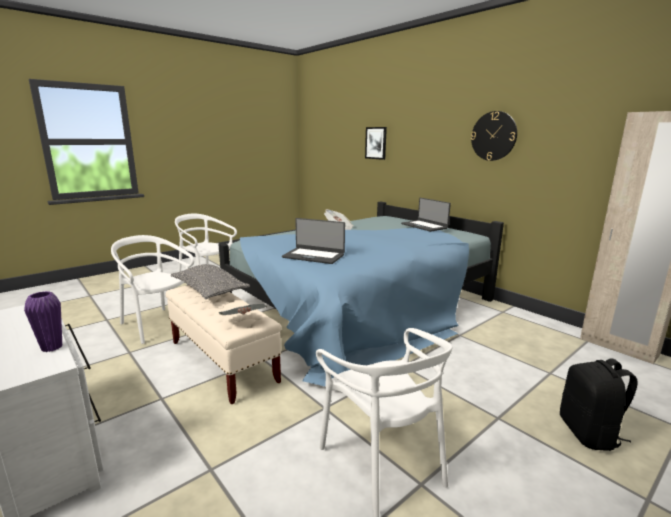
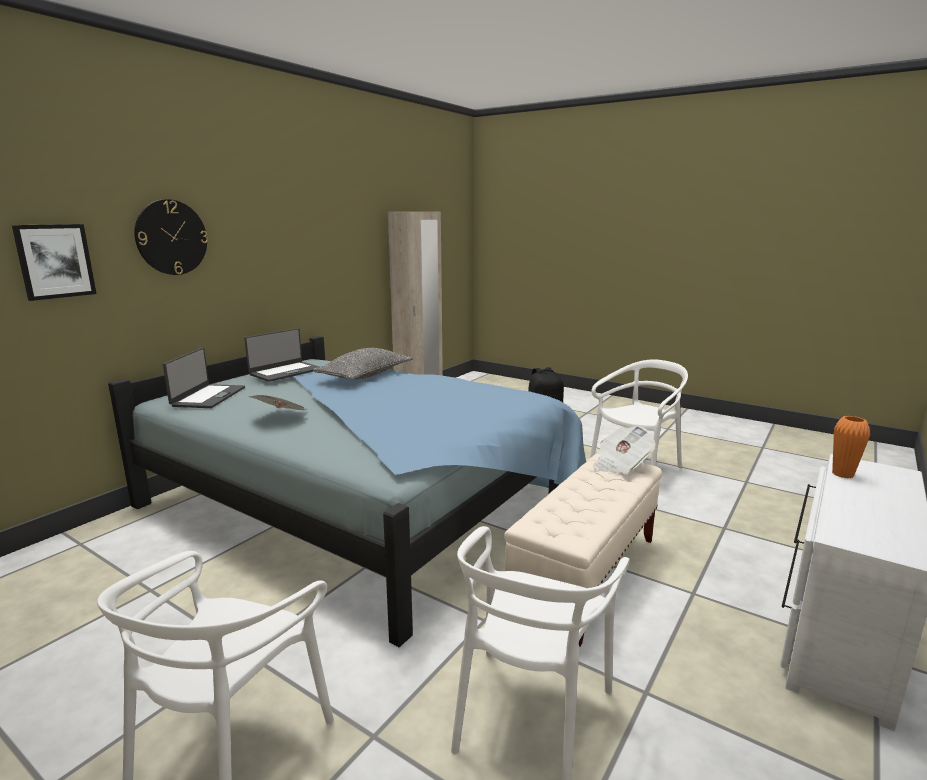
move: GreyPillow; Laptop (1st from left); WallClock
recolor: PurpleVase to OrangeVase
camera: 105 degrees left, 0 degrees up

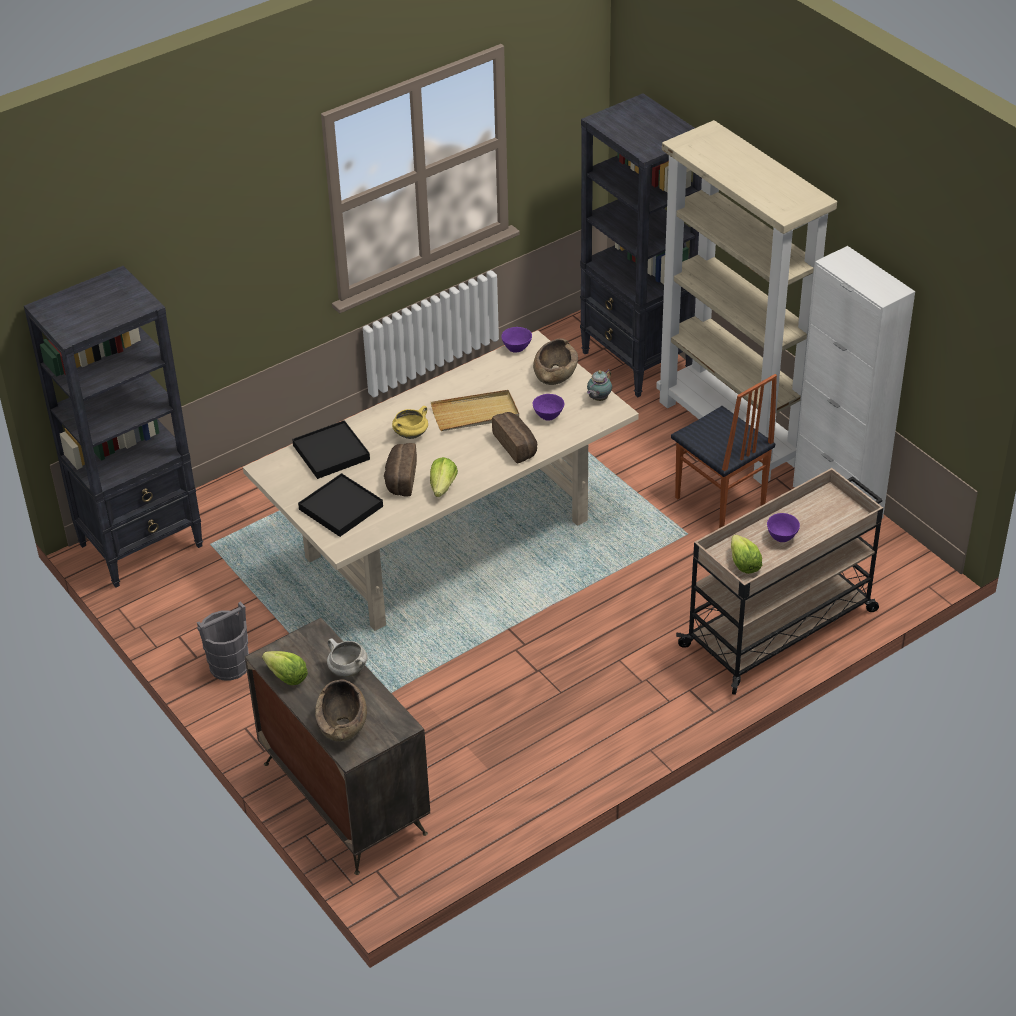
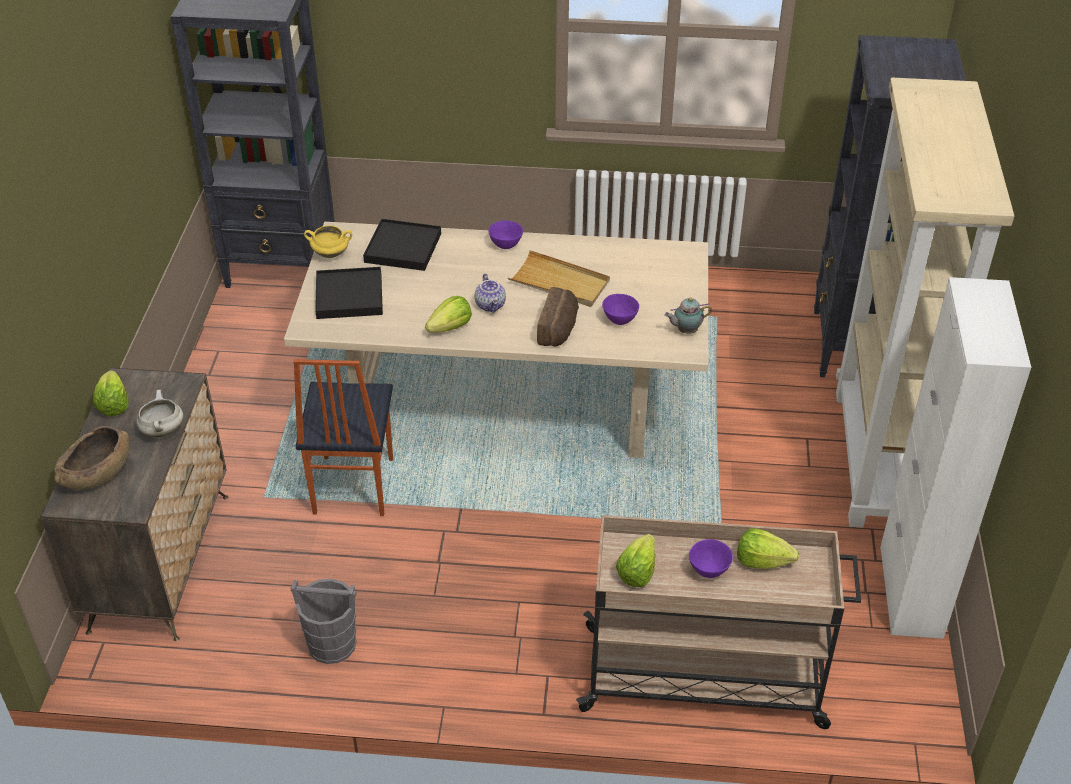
delete: Bread (1st from left); BrownBowl (2nd from left)
insert: Teapot (1st from left); Lettuce (4th from left)
move: GreyBucket; YellowCookingPot; PurpleBowl (1st from left); Chair
camera: 40 degrees right, 0 degrees up

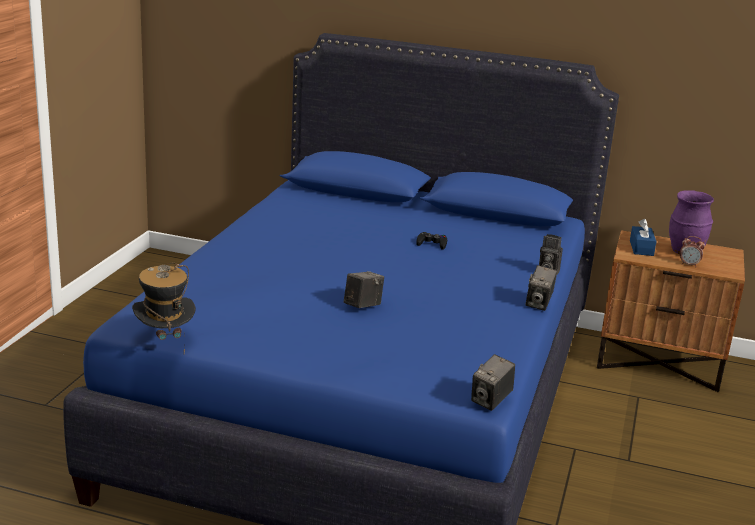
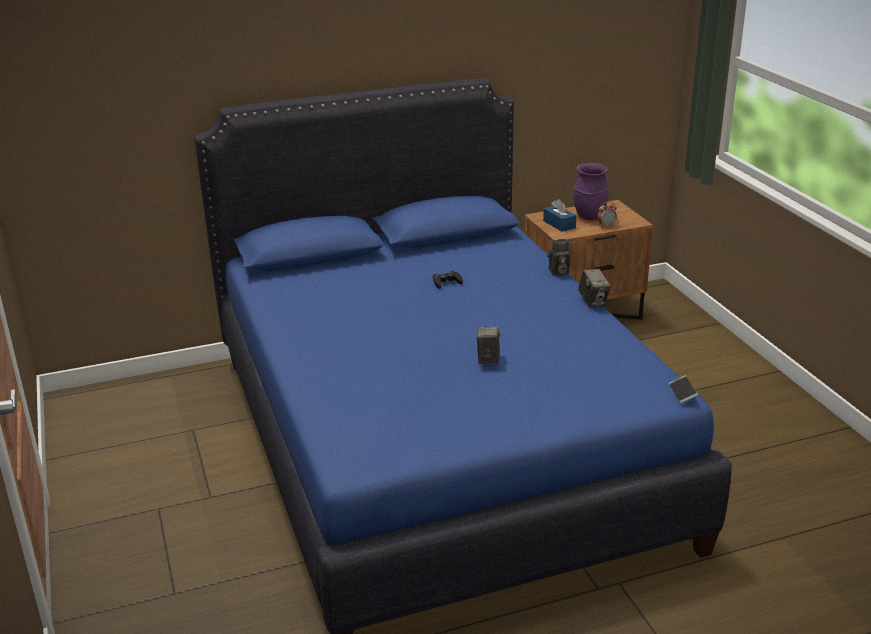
delete: Hat
replace: PhotoCamera (2nd from left) to Phone
camera: 35 degrees left, 5 degrees up

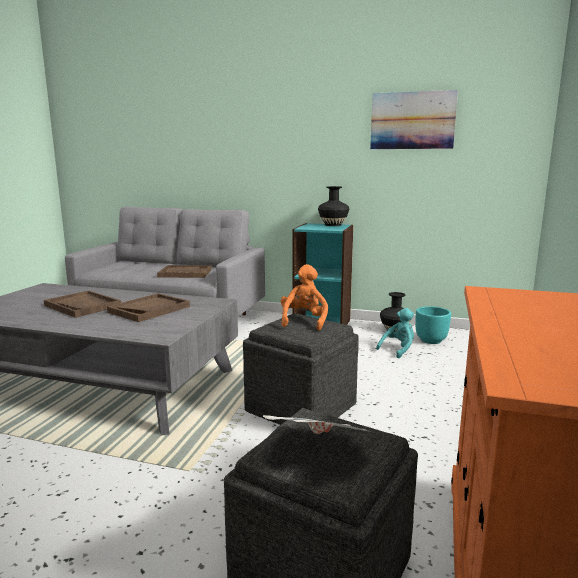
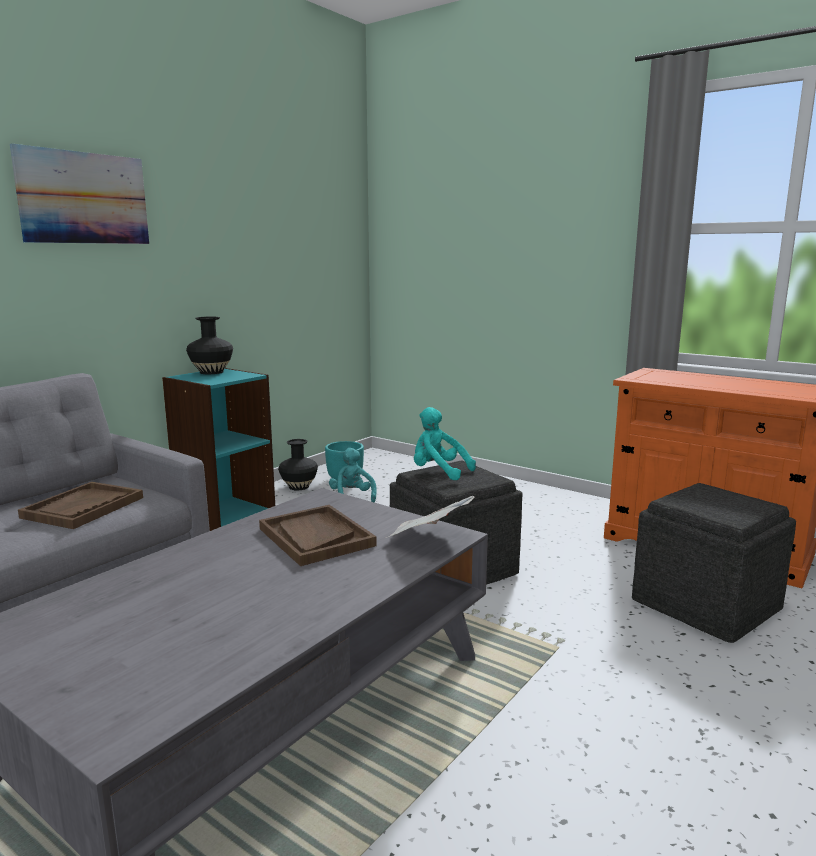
delete: BrownTray (1st from left)
move: Newspaper; Picture
recolor: OrangePlushToy to TurquoisePlushToy (2nd from left)
camera: 70 degrees left, 0 degrees up

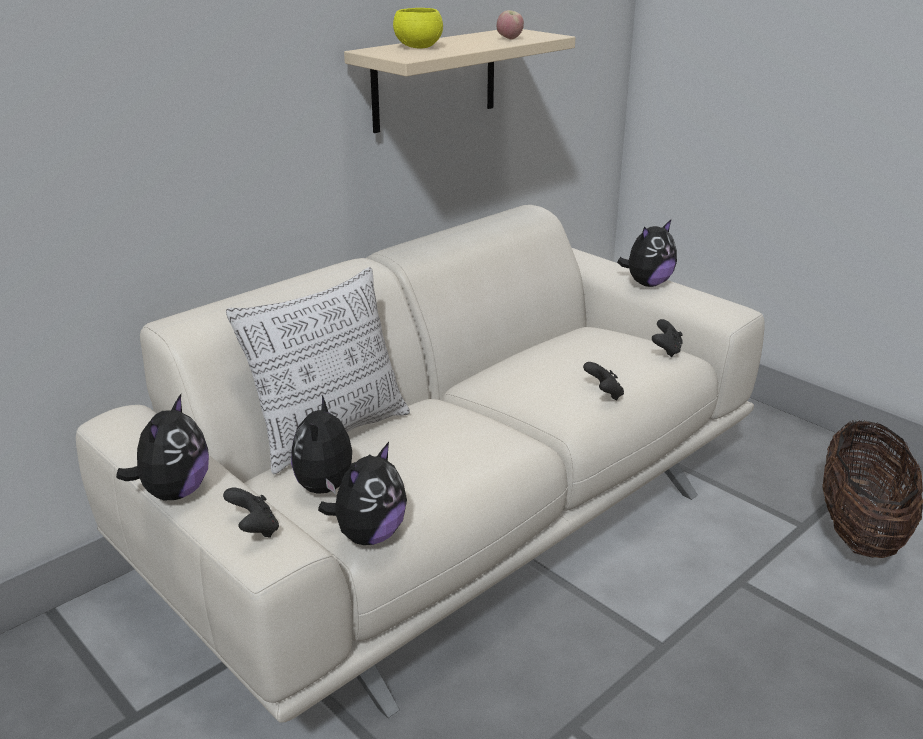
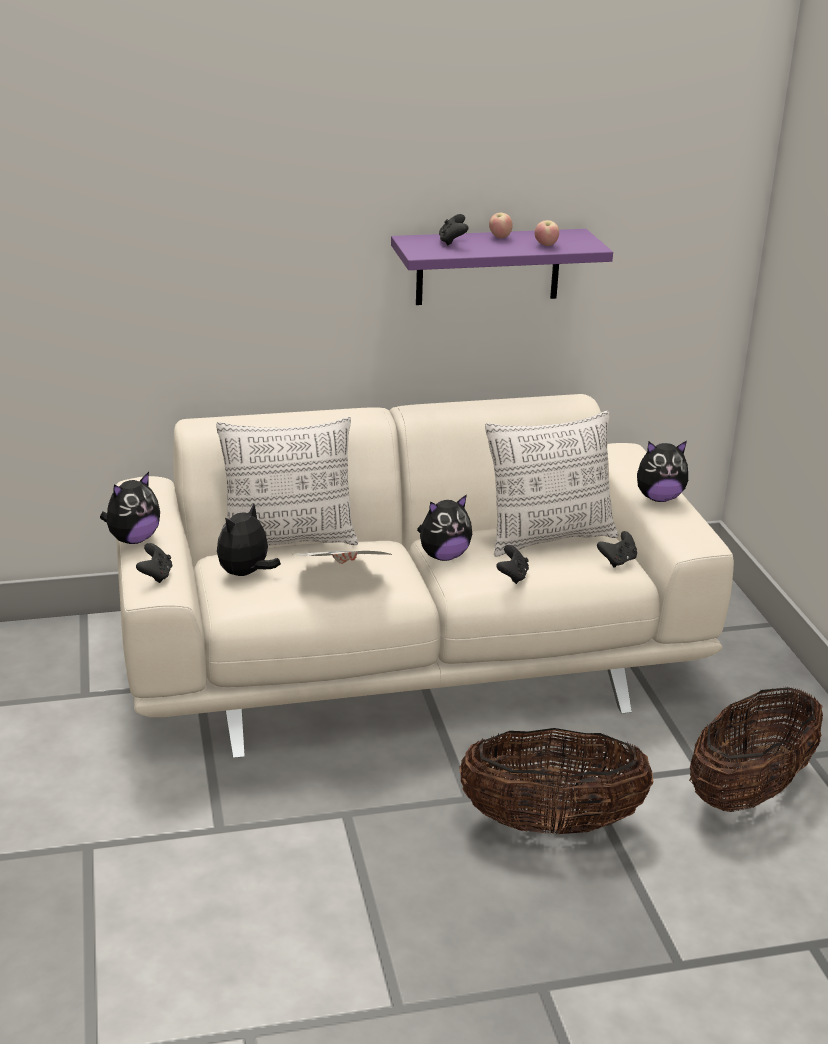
insert: Newspaper; Basket (1st from left); Pillow (2nd from left); Apple (1st from left)
move: PlushToy (3rd from left)
replace: YellowBowl to BlackGameController (2nd from left)
recolor: BeigeShelf to PurpleShelf
camera: 30 degrees right, 0 degrees up

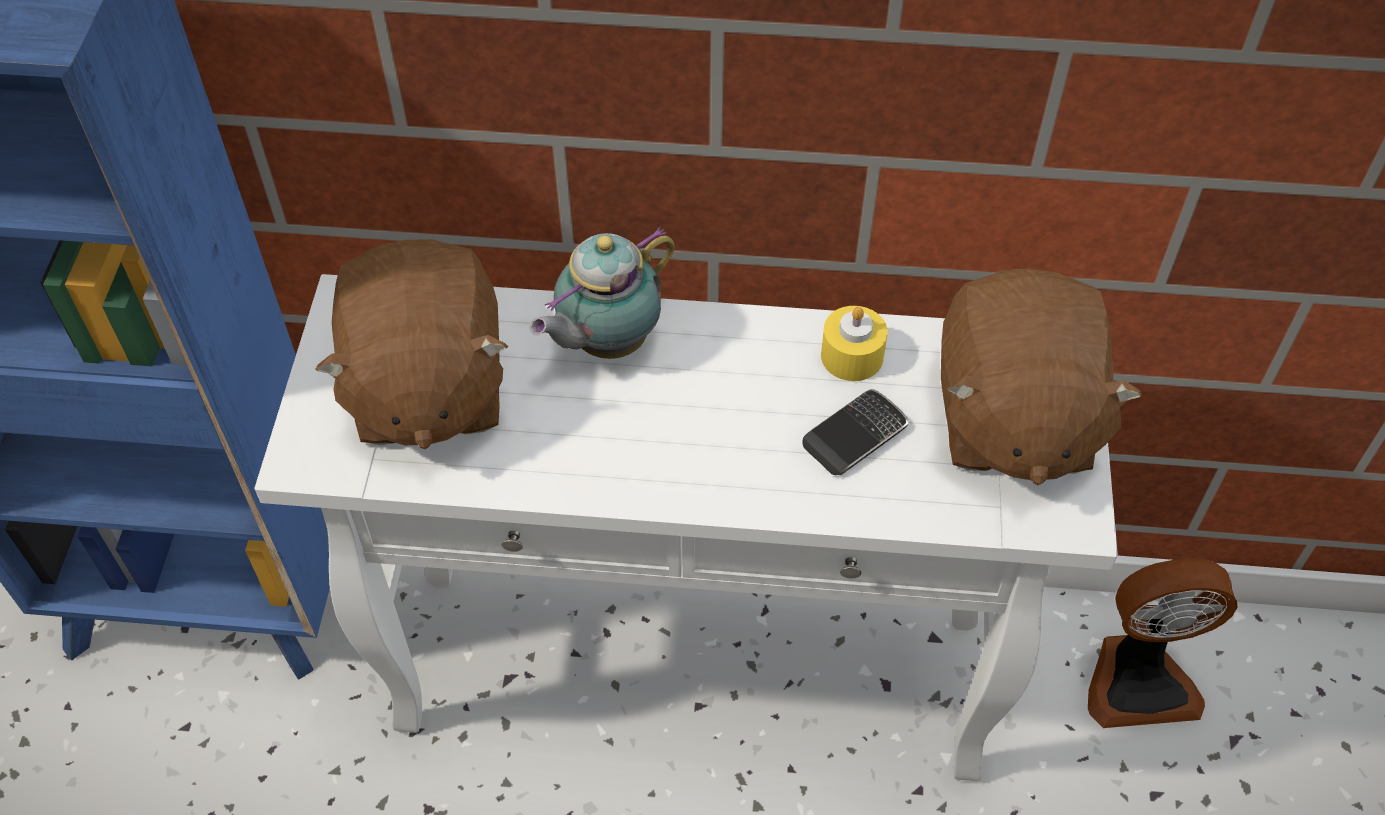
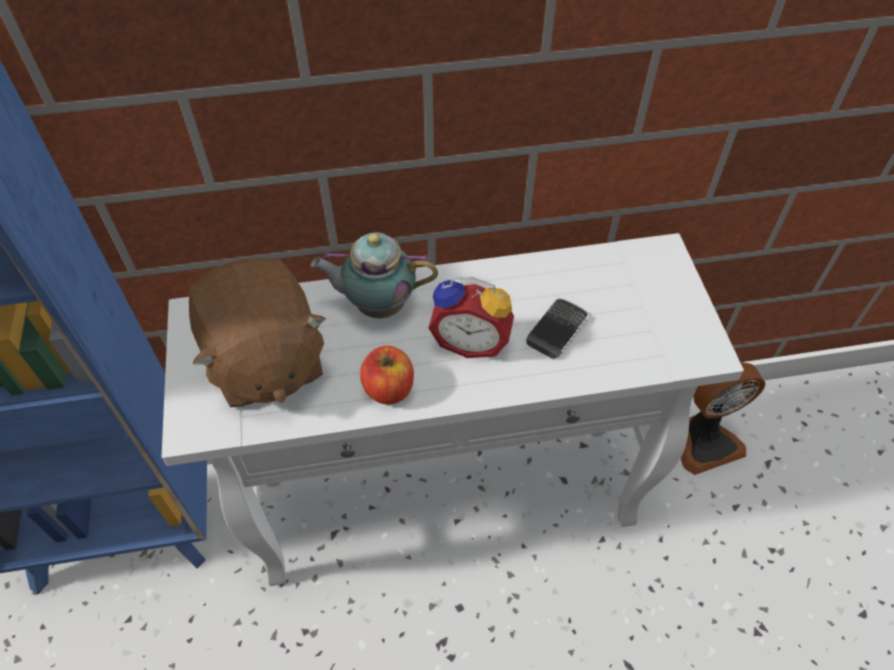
delete: YellowCandle; BrownPlushToy (2nd from left)
insert: Apple; AlarmClock
rotate: Teapot 60 degrees clockwise
camera: 15 degrees left, 0 degrees up

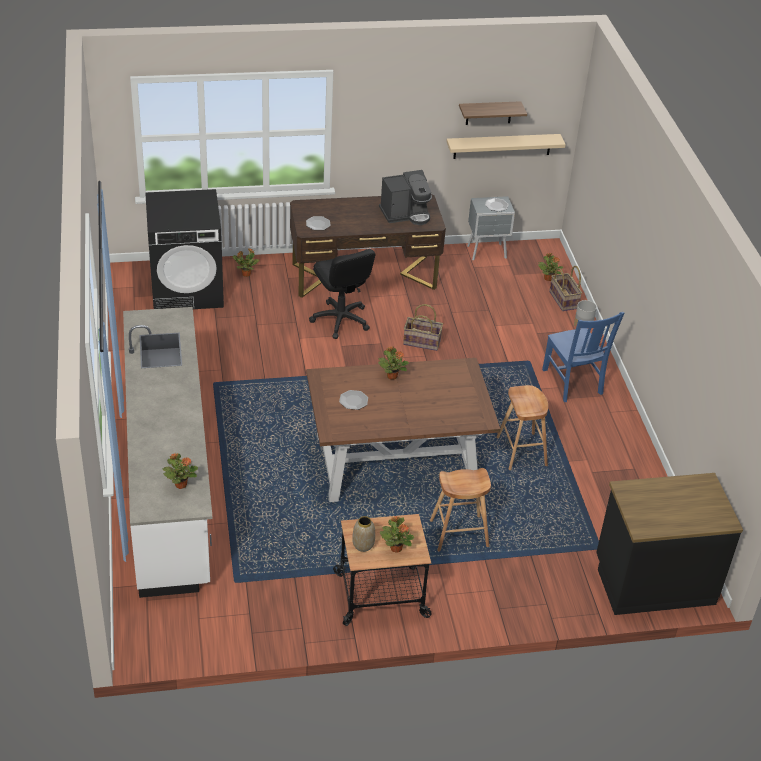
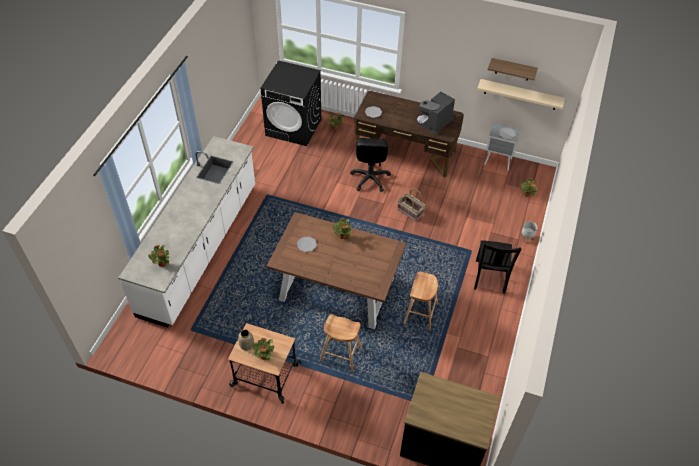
delete: Basket (2nd from left)
recolor: BlueChair to BlackChair
rotate: CoffeeMachine 120 degrees clockwise
camera: 30 degrees right, 10 degrees up

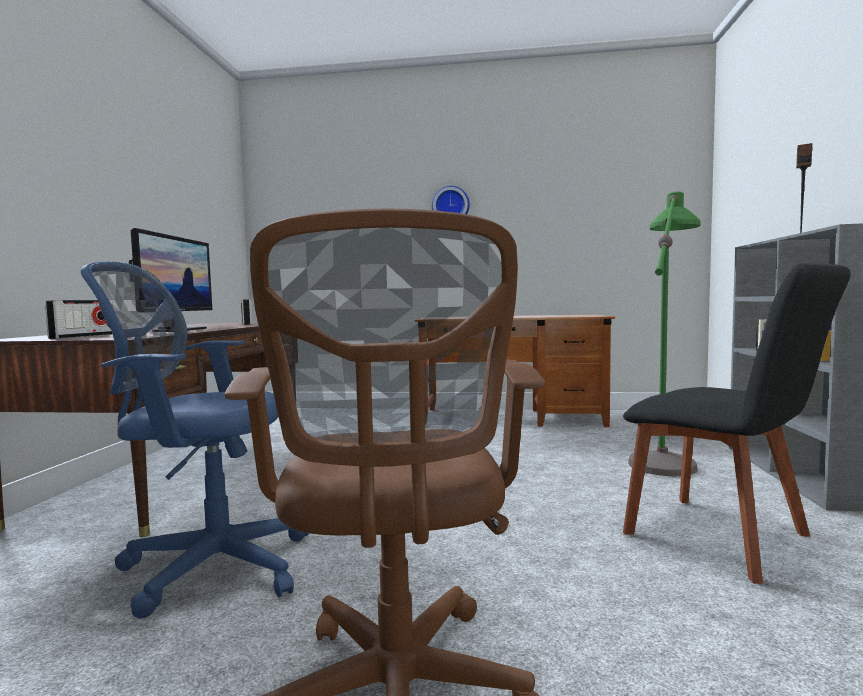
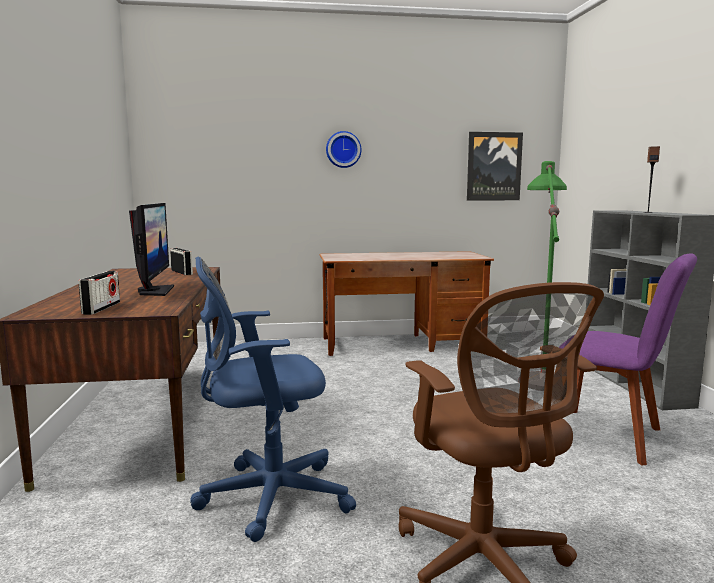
insert: Picture
recolor: BlackChair to PurpleChair
camera: 15 degrees left, 5 degrees up

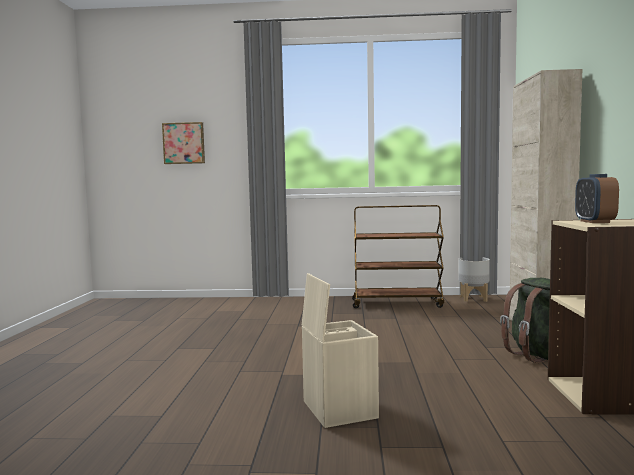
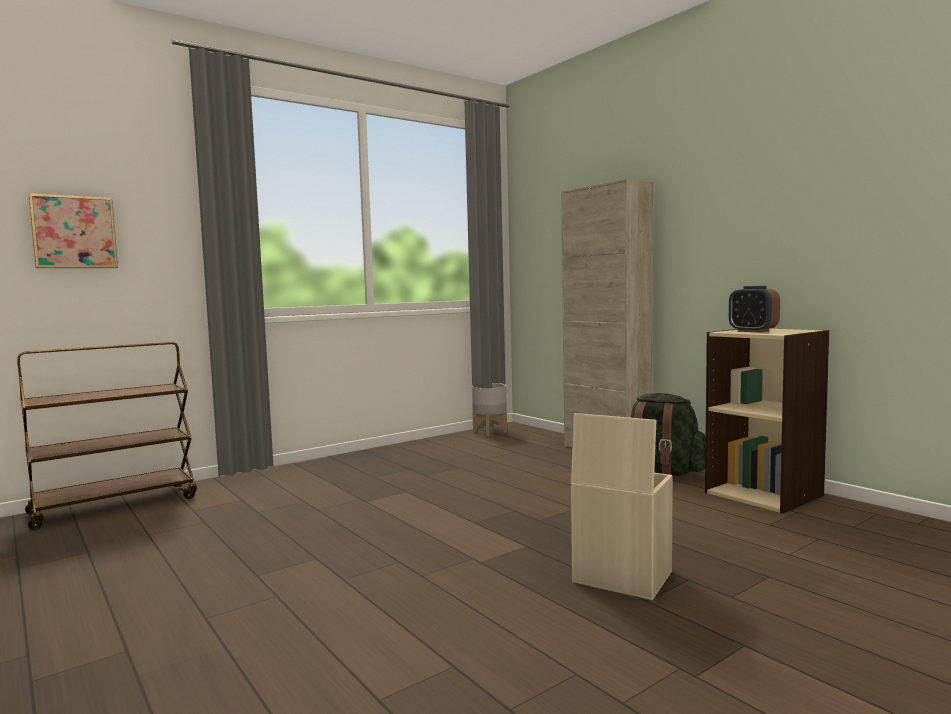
move: BrownCart
camera: 40 degrees left, 0 degrees up

